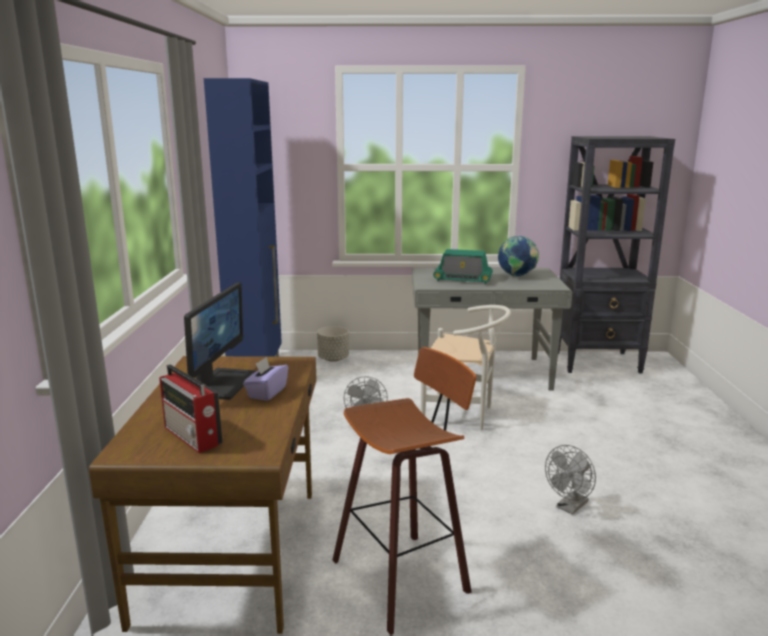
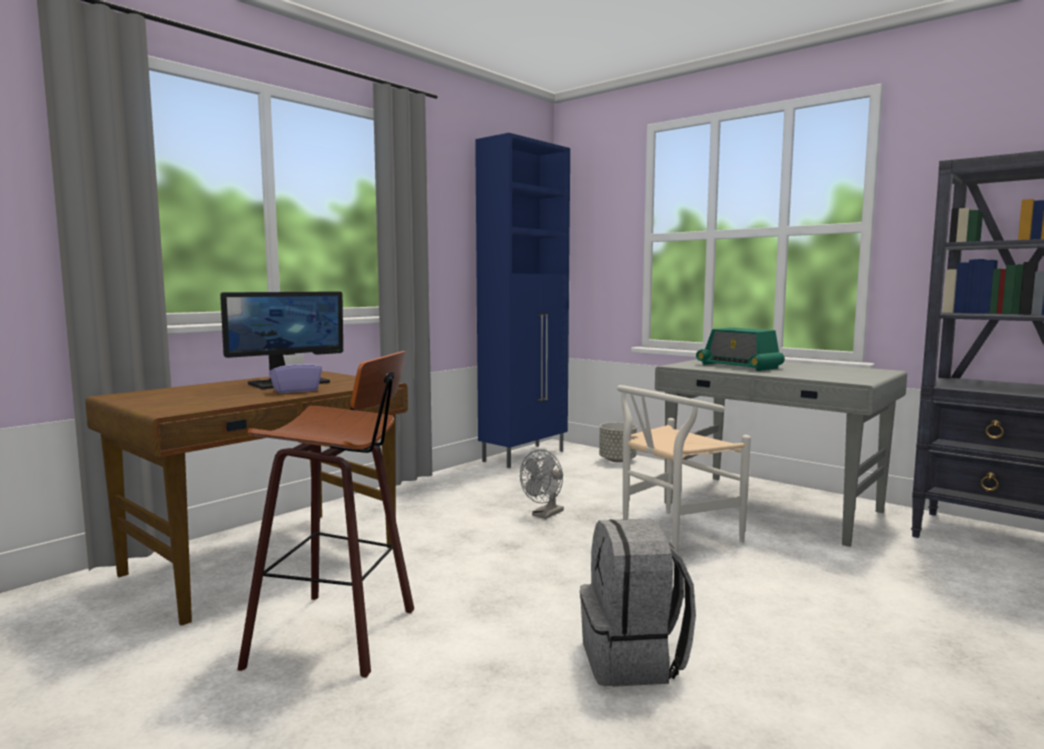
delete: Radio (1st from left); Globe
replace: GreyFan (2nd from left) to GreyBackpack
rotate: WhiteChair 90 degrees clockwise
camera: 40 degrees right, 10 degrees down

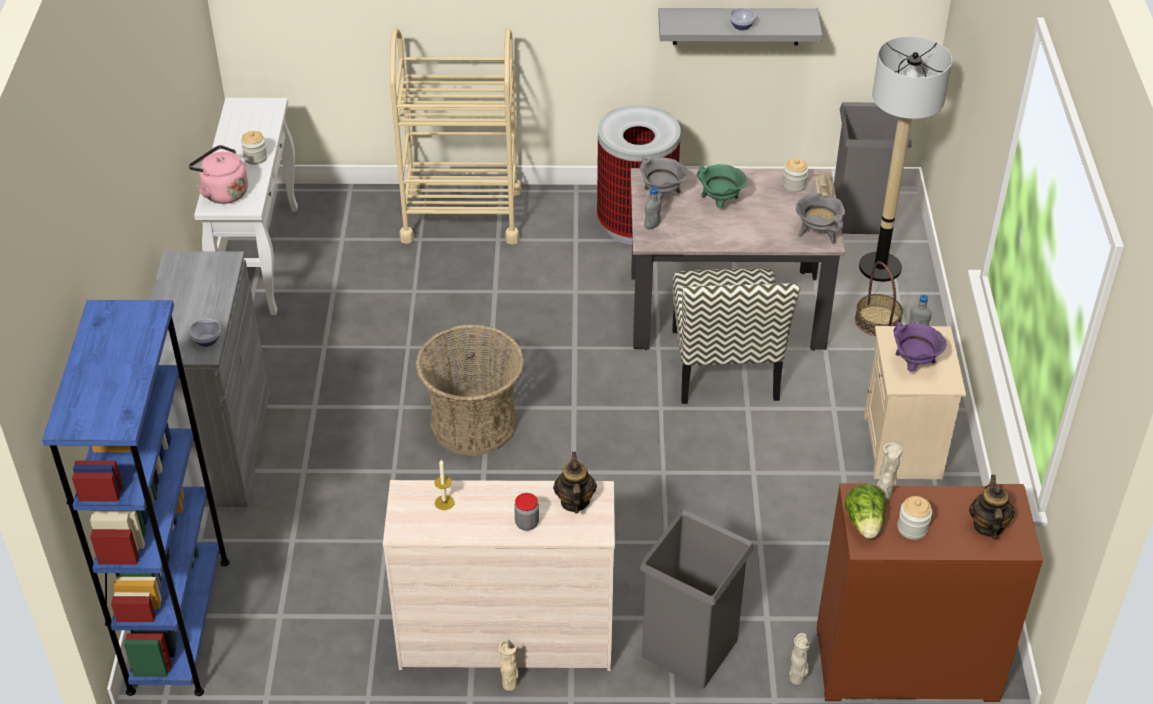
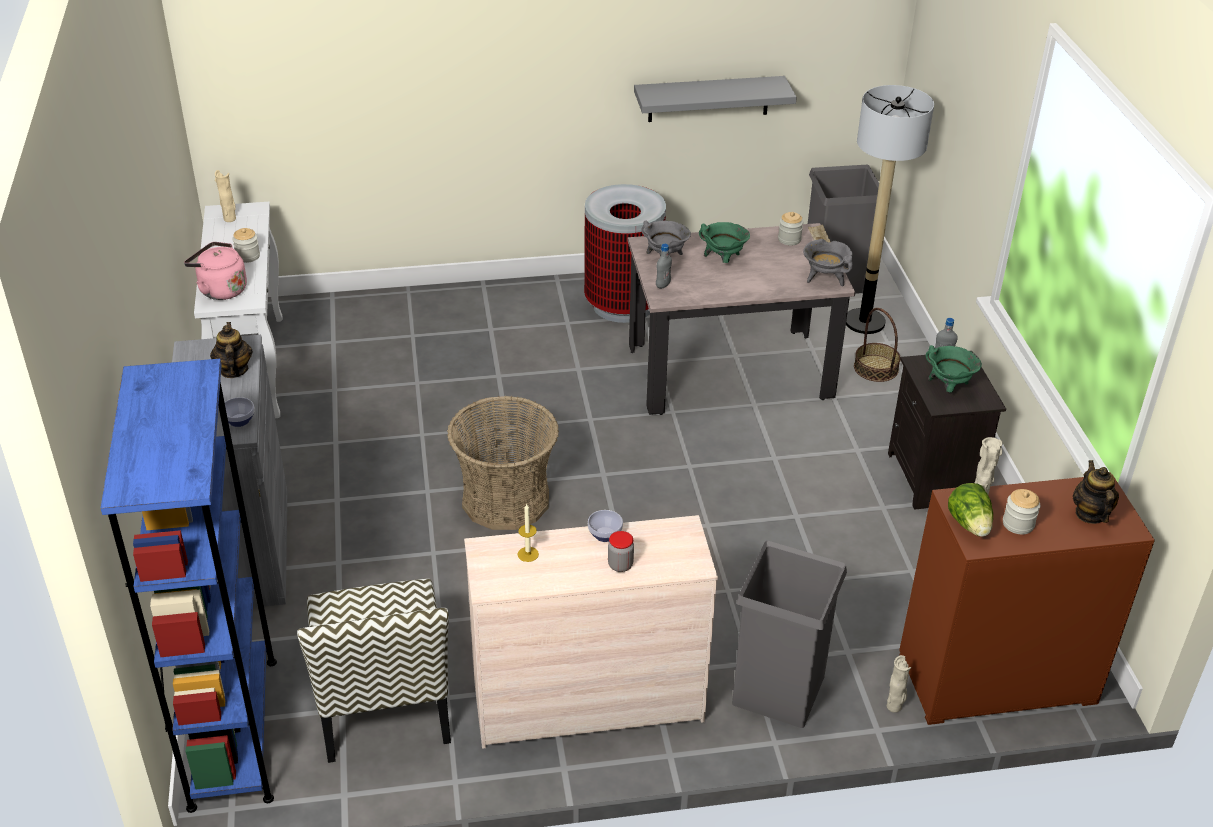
delete: BeigeCart
move: BeigeVase (1st from left); Teapot (1st from left); Chair; Bowl (2nd from left)
recolor: BeigeNightstand to BlackNightstand; PurpleCookingPot to GreenCookingPot (2nd from left)
camera: 10 degrees left, 5 degrees down

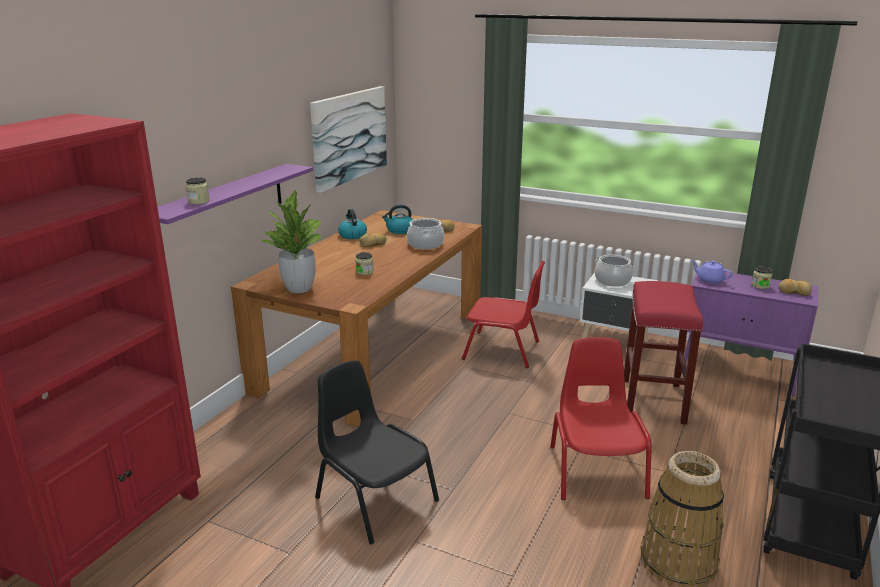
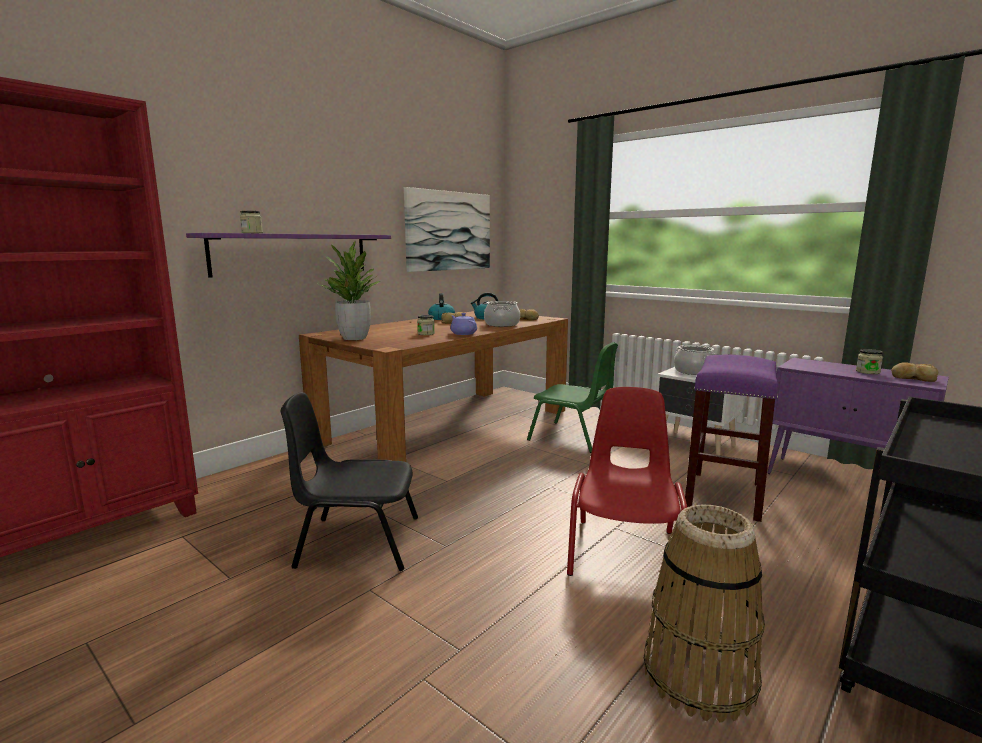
move: PurpleTeapot
recolor: RedChair (1st from left) to GreenChair; RedStool to PurpleStool
rotate: BlackChair 60 degrees counterclockwise
camera: 15 degrees right, 10 degrees down

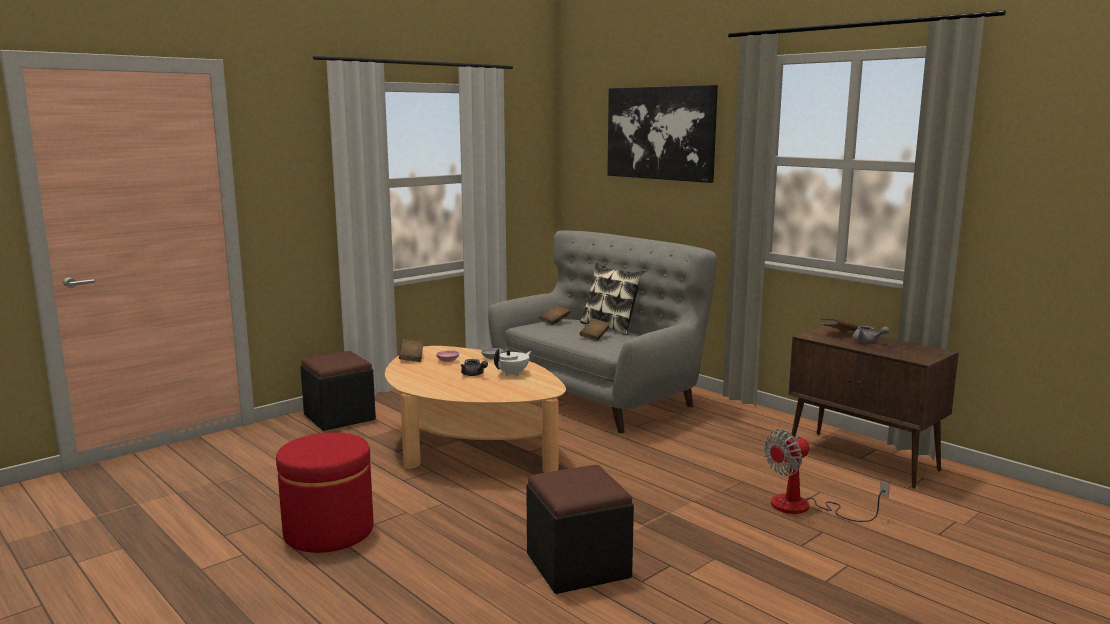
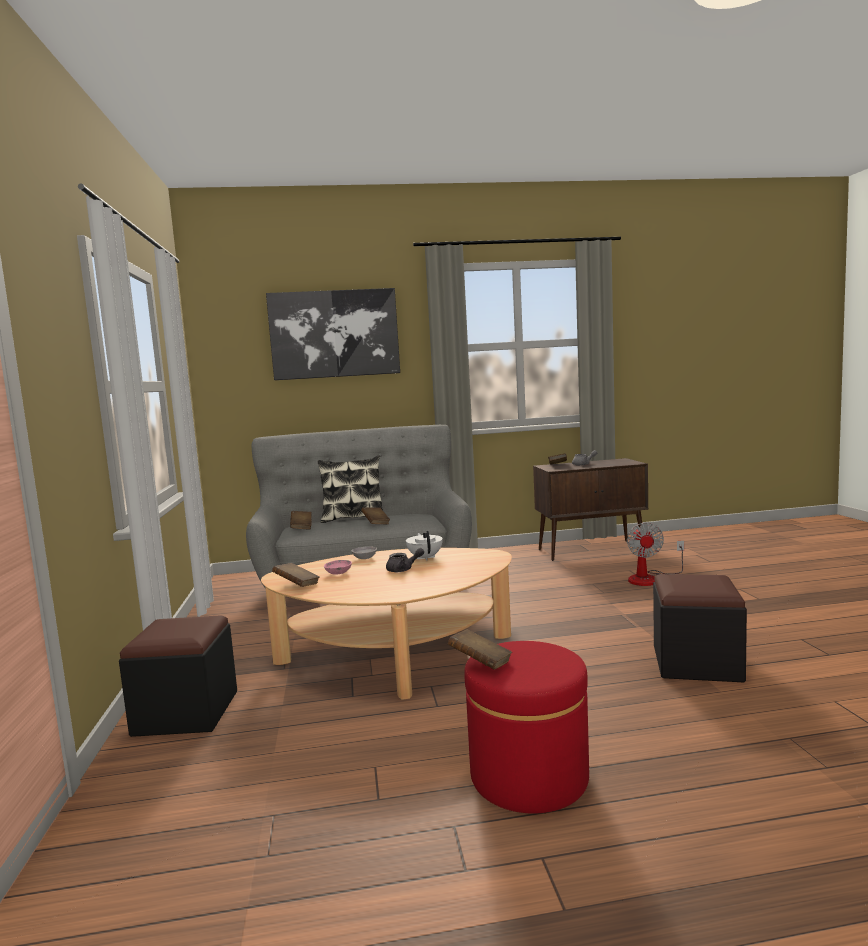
insert: BrownBook (4th from left)
camera: 55 degrees left, 5 degrees down

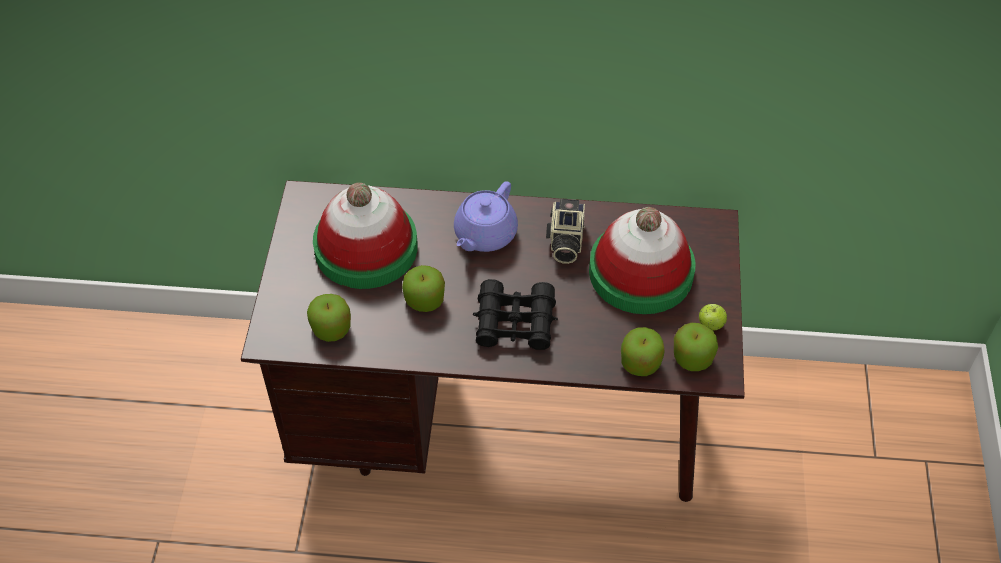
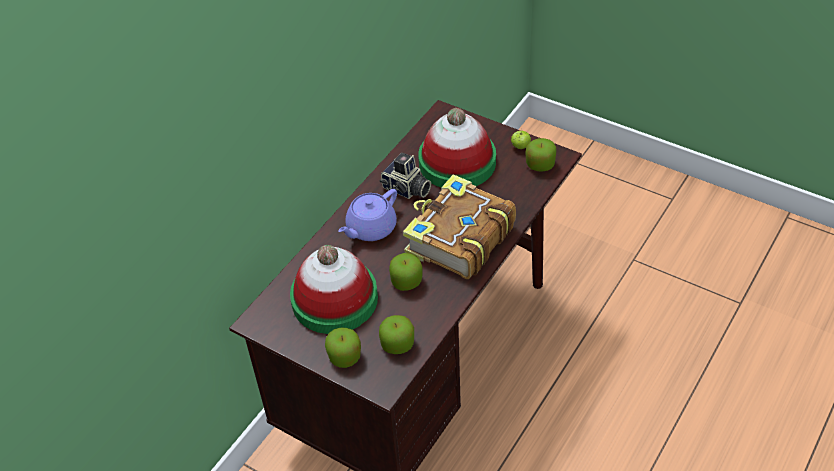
move: Apple (3rd from left in the first image) to Apple (1st from left)
replace: BlackBinoculars to Book
rotate: PurpleTeapot 75 degrees clockwise
camera: 60 degrees left, 5 degrees down

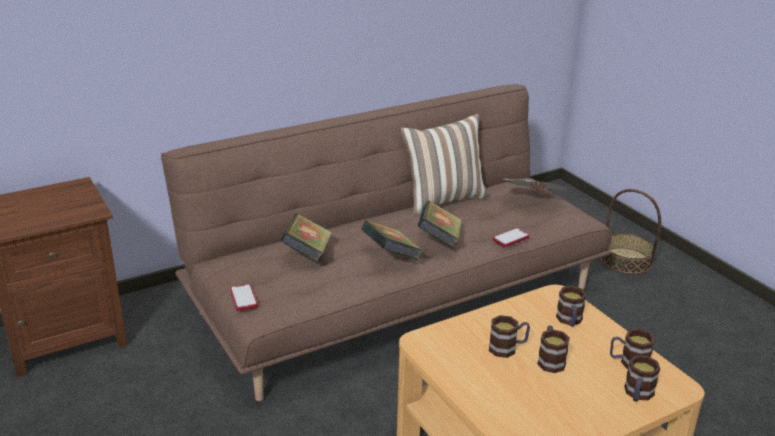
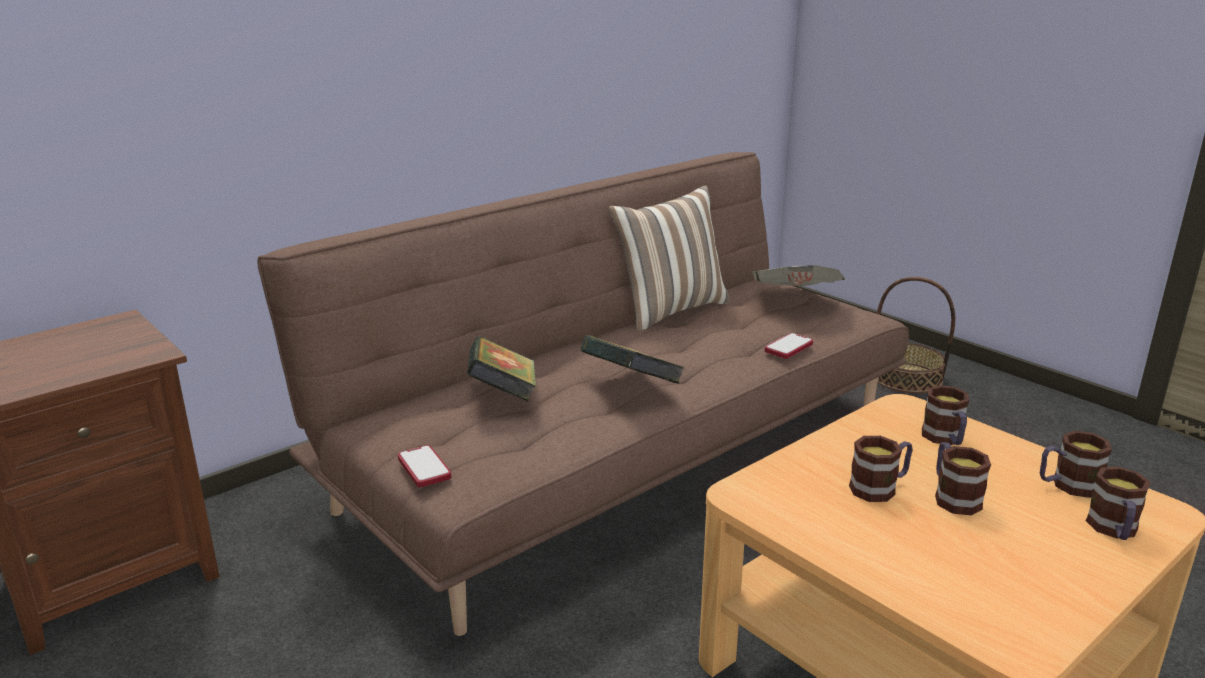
delete: Book (3rd from left)
camera: 10 degrees left, 5 degrees down

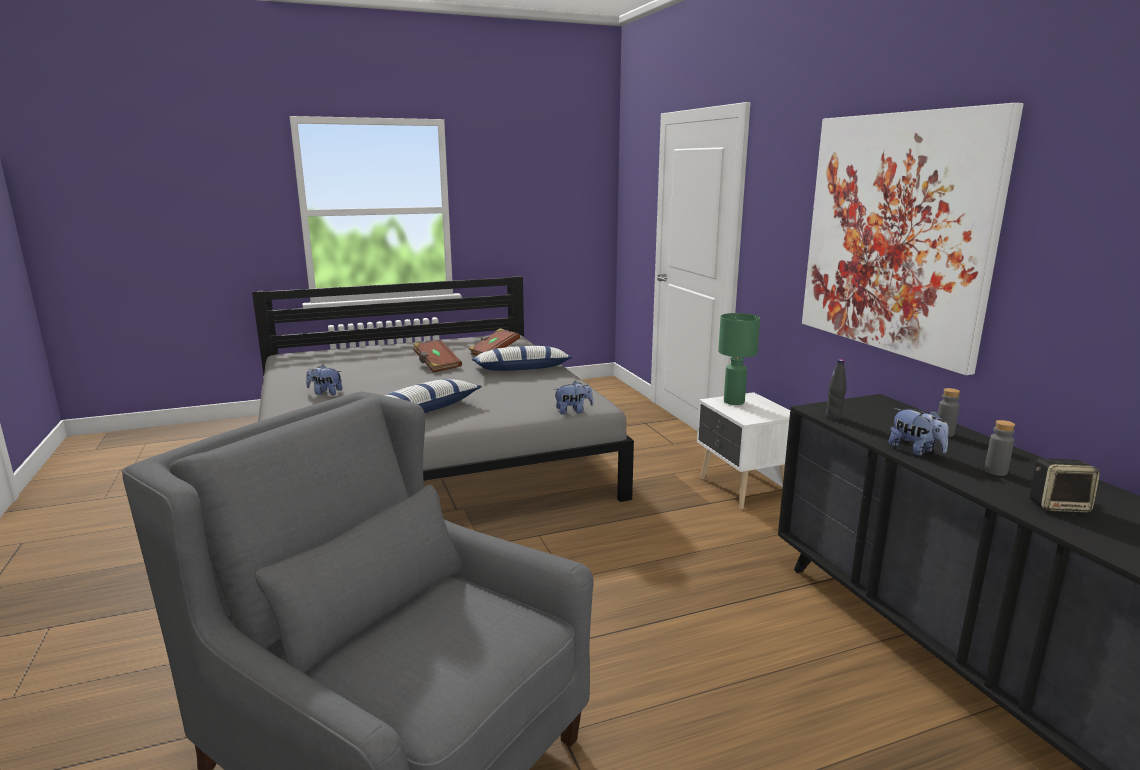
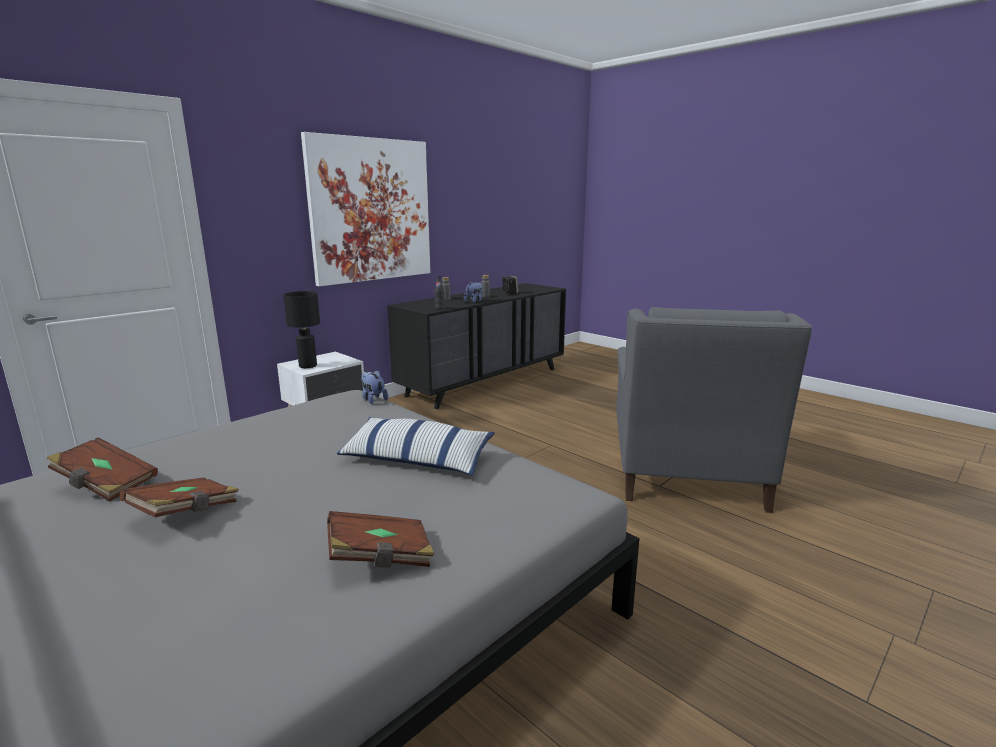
delete: Pillow (2nd from left)
replace: PlushToy (1st from left) to BrownBook (3rd from left)
recolor: GreenTableLamp to BlackTableLamp
camera: 115 degrees left, 0 degrees up

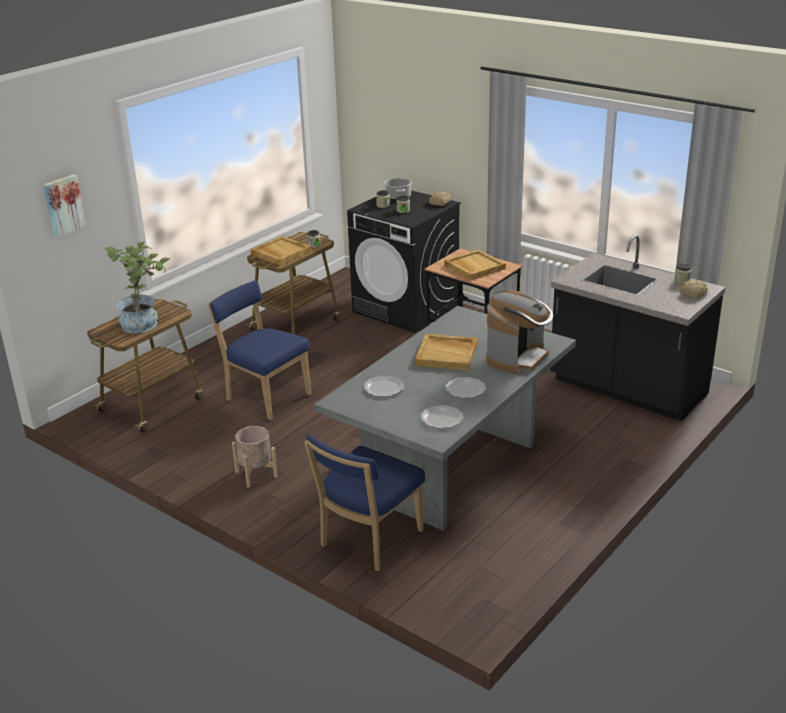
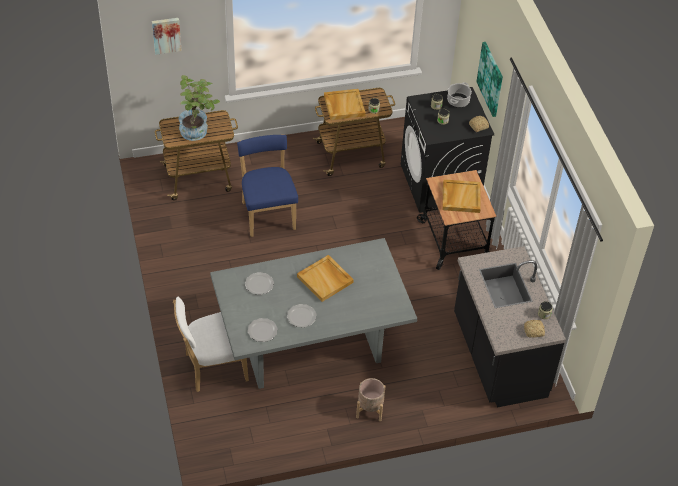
delete: CoffeeMachine
insert: Picture (2nd from left)
move: BeigePlanter
recolor: BlueChair (2nd from left) to WhiteChair
camera: 35 degrees right, 20 degrees up

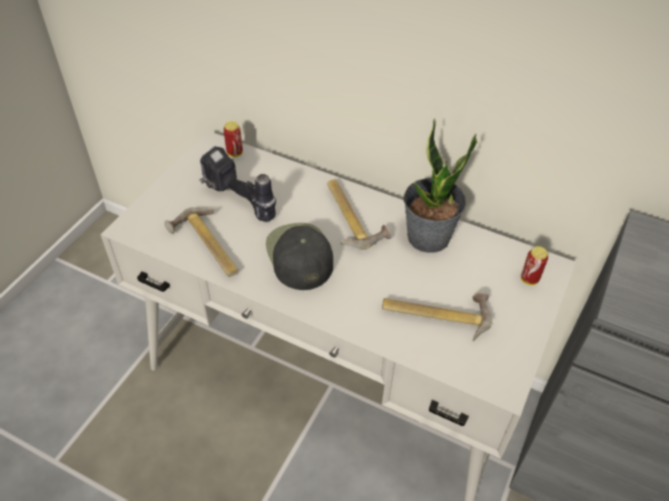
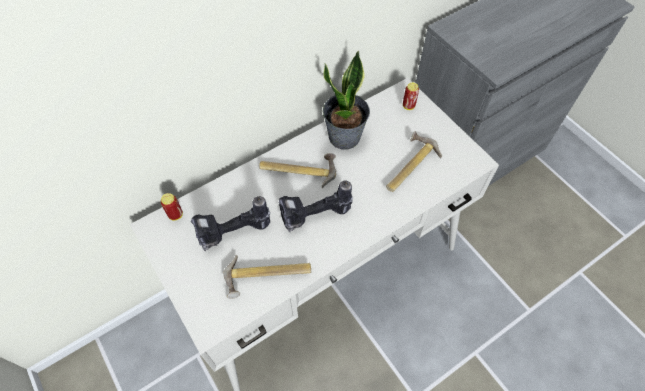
replace: BlackCap to PowerDrill (2nd from left)
camera: 60 degrees left, 10 degrees up

